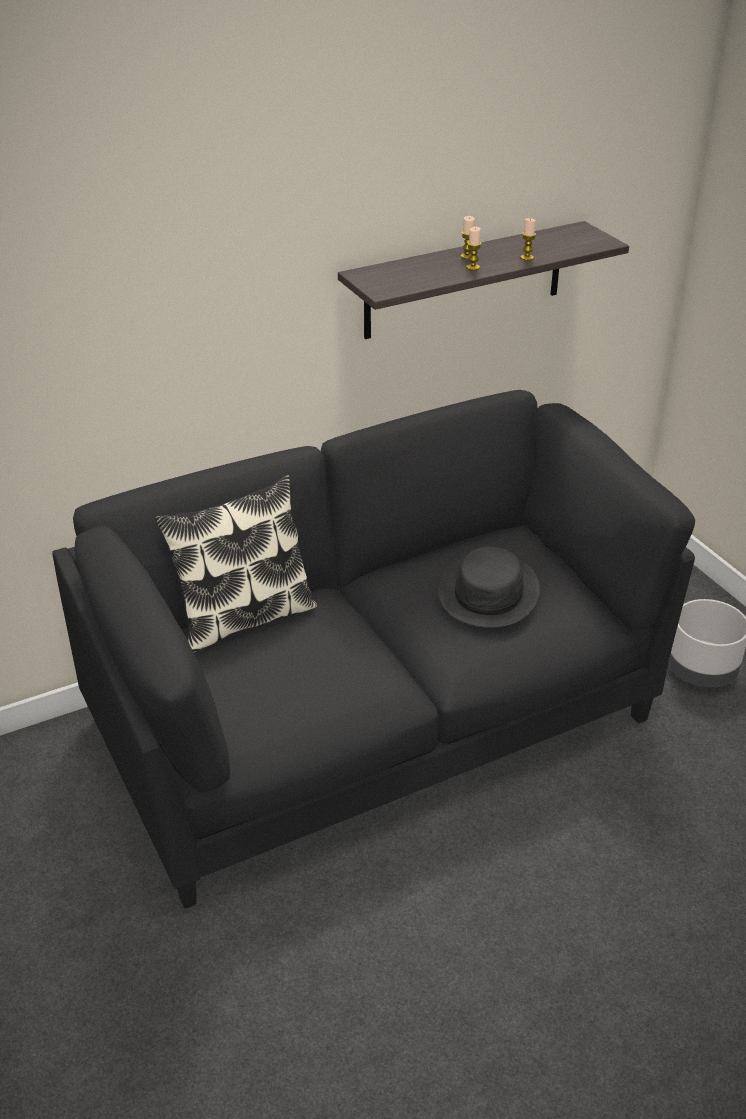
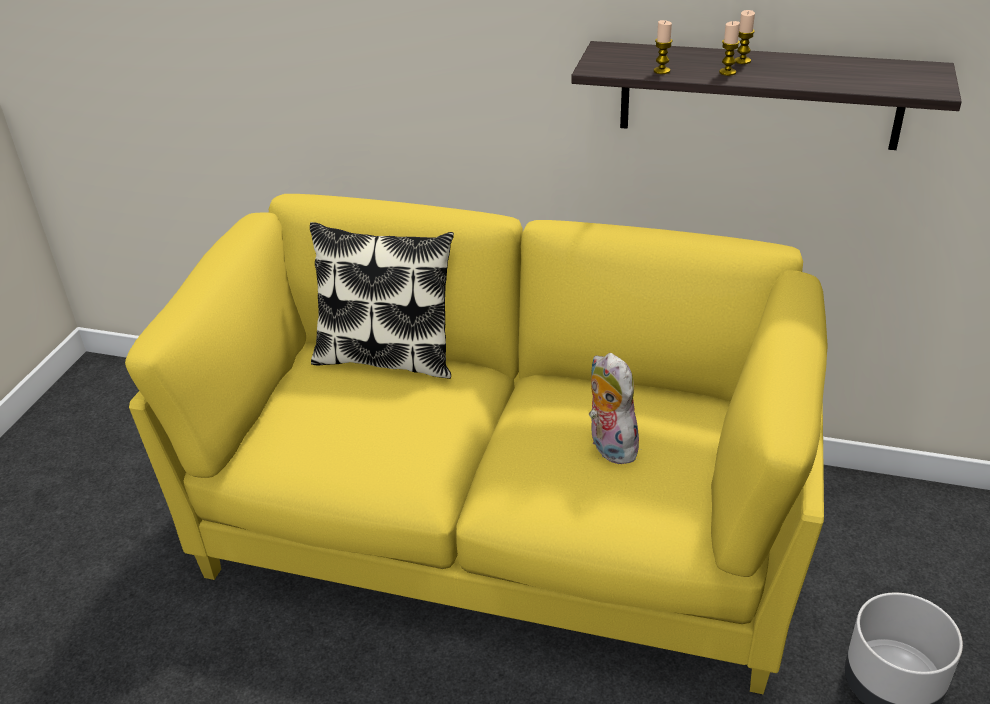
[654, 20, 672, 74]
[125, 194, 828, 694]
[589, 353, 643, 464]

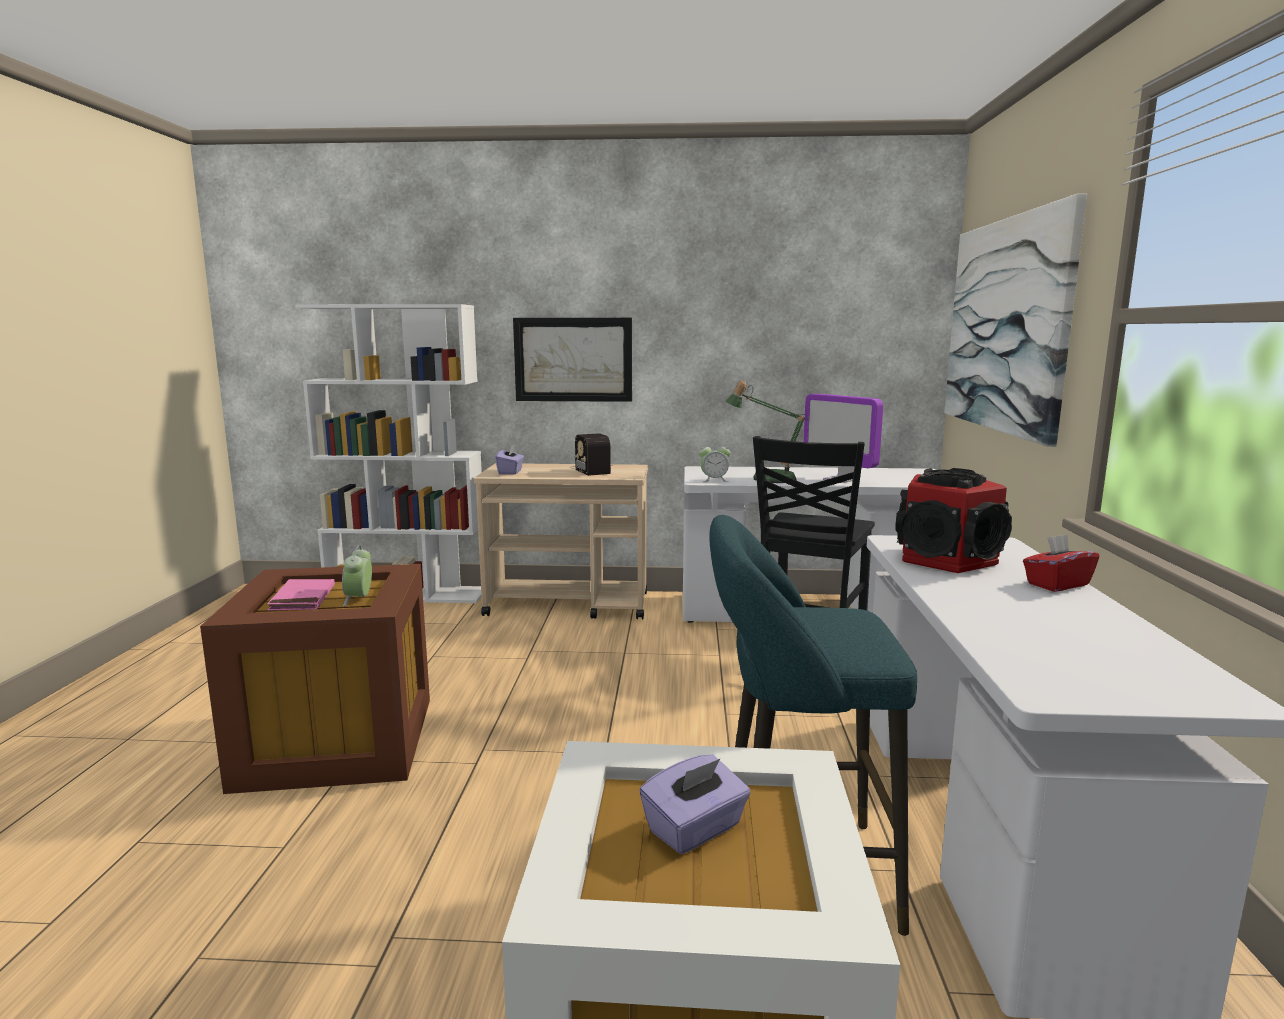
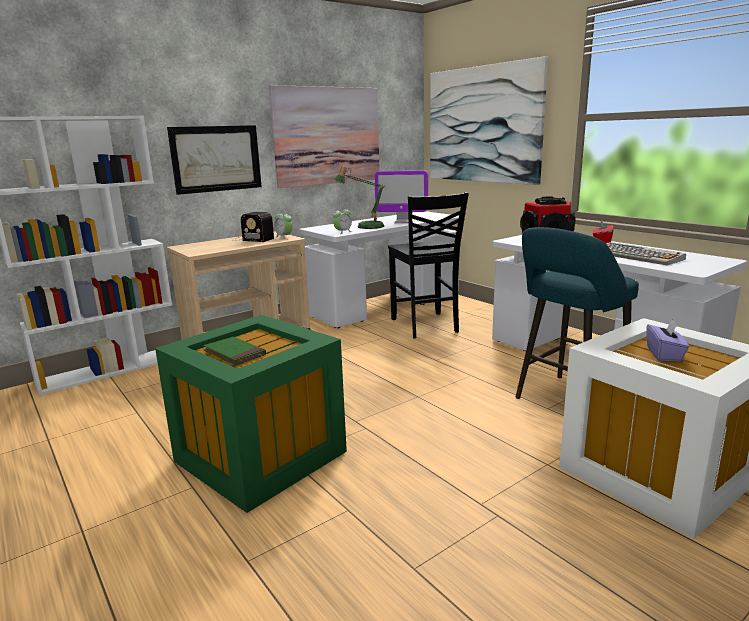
[495, 445, 524, 475] (first image)
[274, 211, 292, 239]
[155, 315, 347, 513]
[203, 337, 266, 365]
[269, 85, 380, 188]
[606, 242, 686, 265]

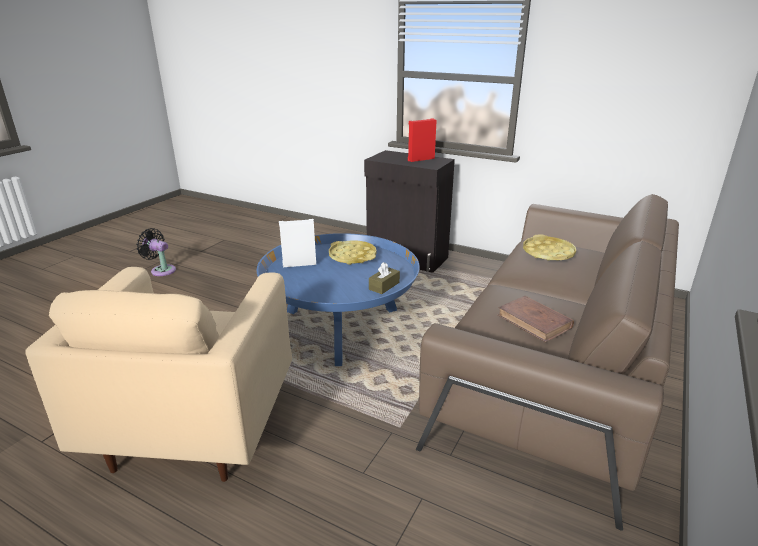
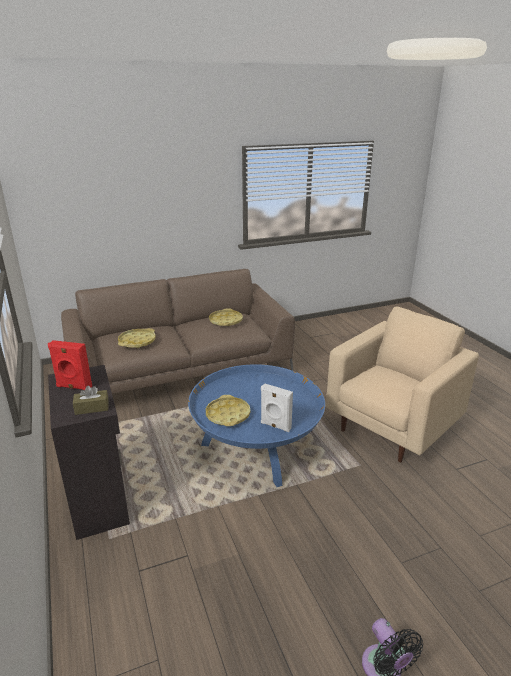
[73, 386, 109, 415]
[209, 308, 243, 326]

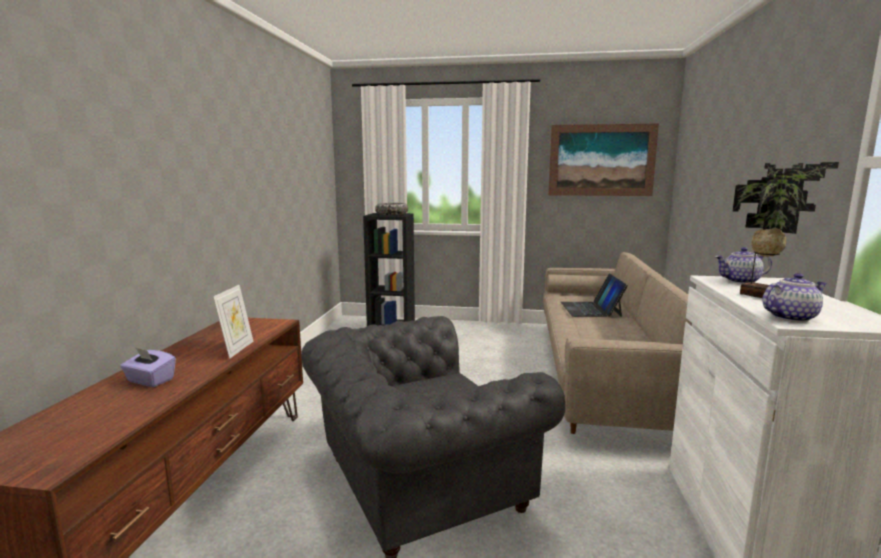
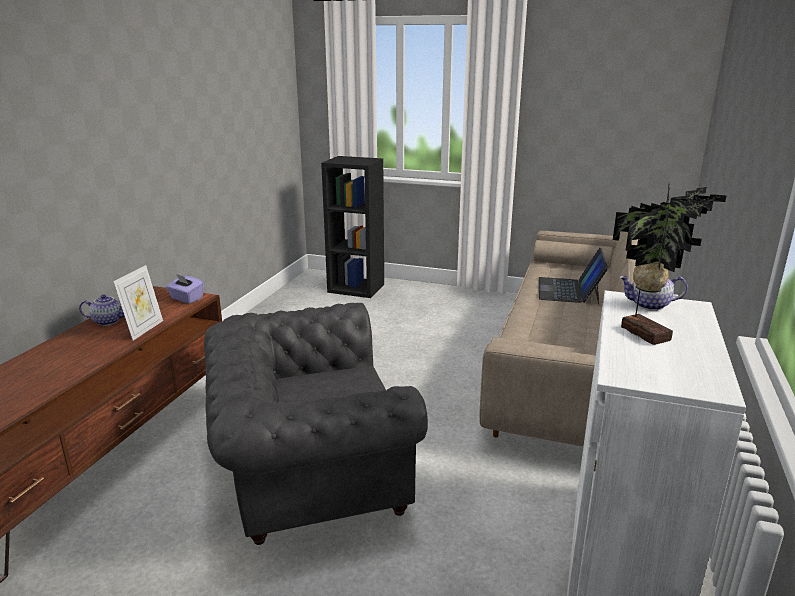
[548, 123, 659, 196] (first image)
[375, 203, 408, 215] (first image)
[79, 294, 124, 326]
[166, 274, 204, 304]

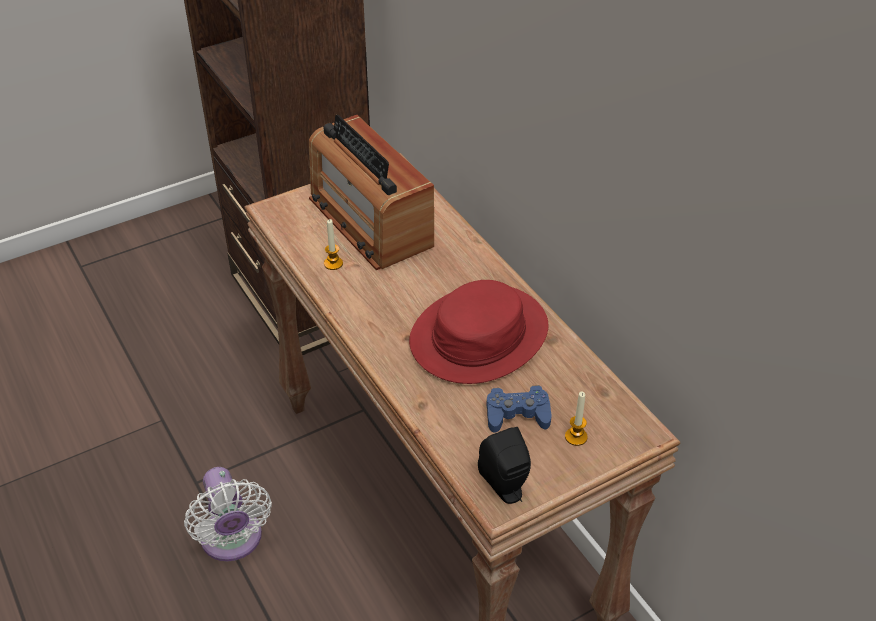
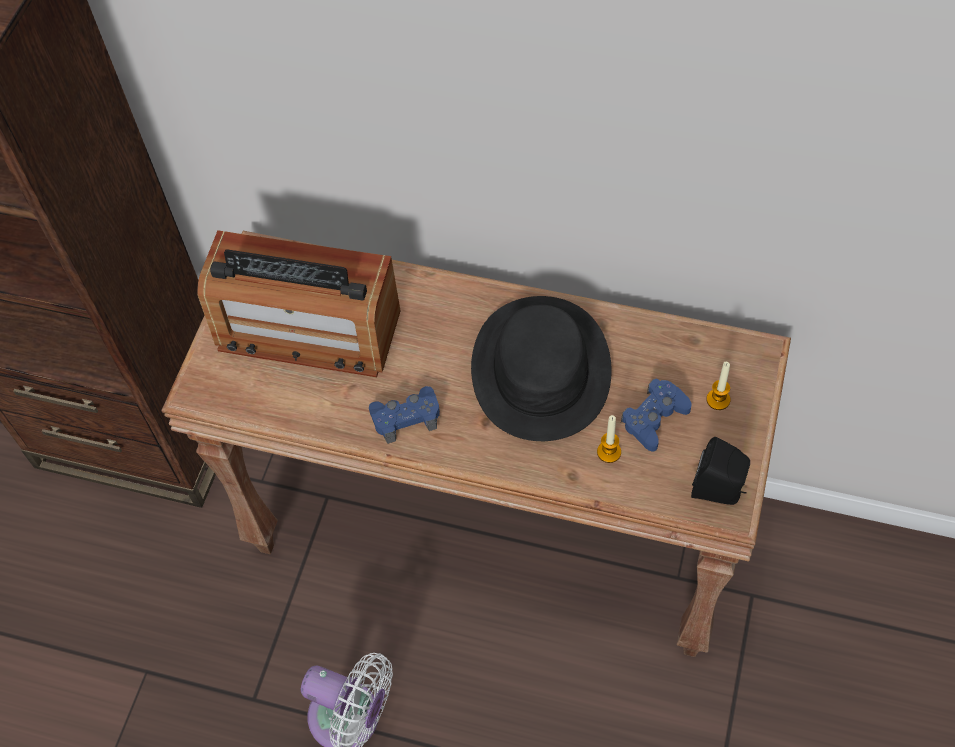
[597, 415, 621, 463]
[471, 296, 612, 441]
[369, 386, 440, 444]

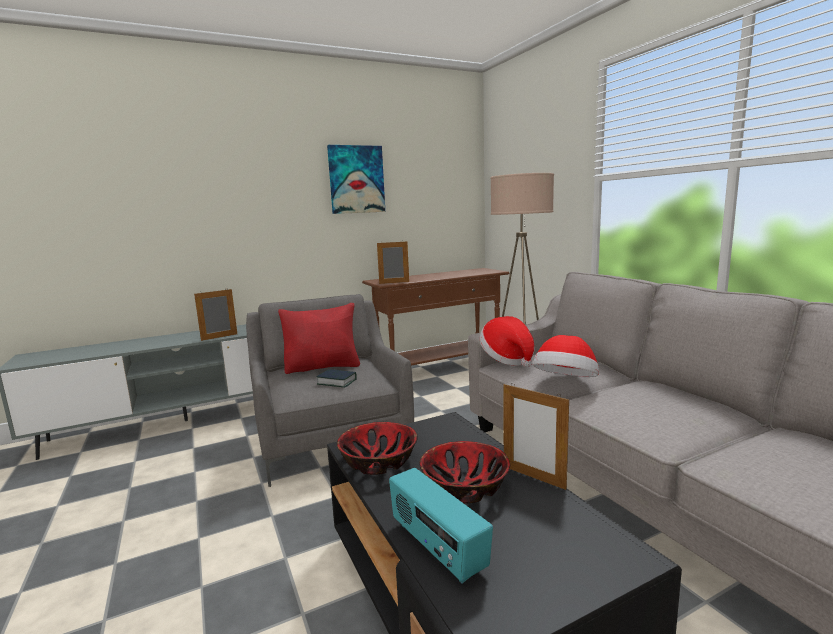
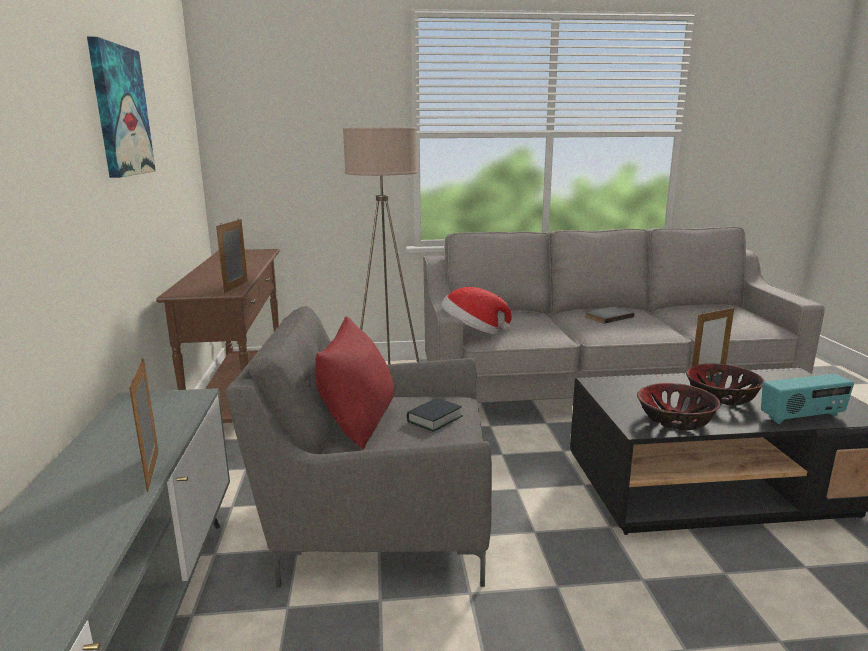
[533, 335, 599, 377] (first image)
[585, 306, 635, 324]

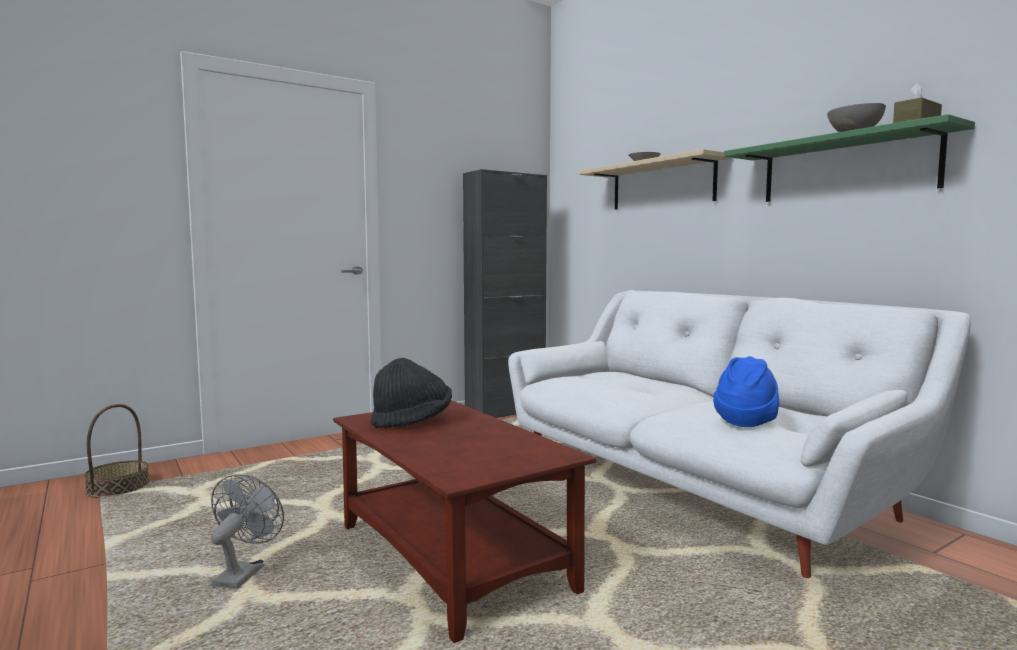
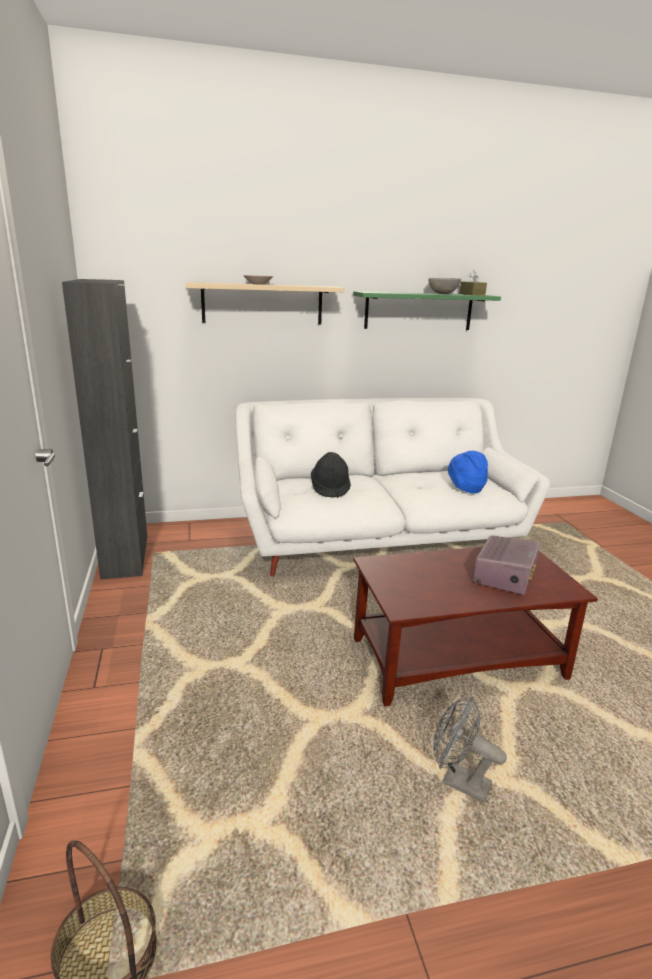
[311, 452, 351, 498]
[473, 535, 540, 595]

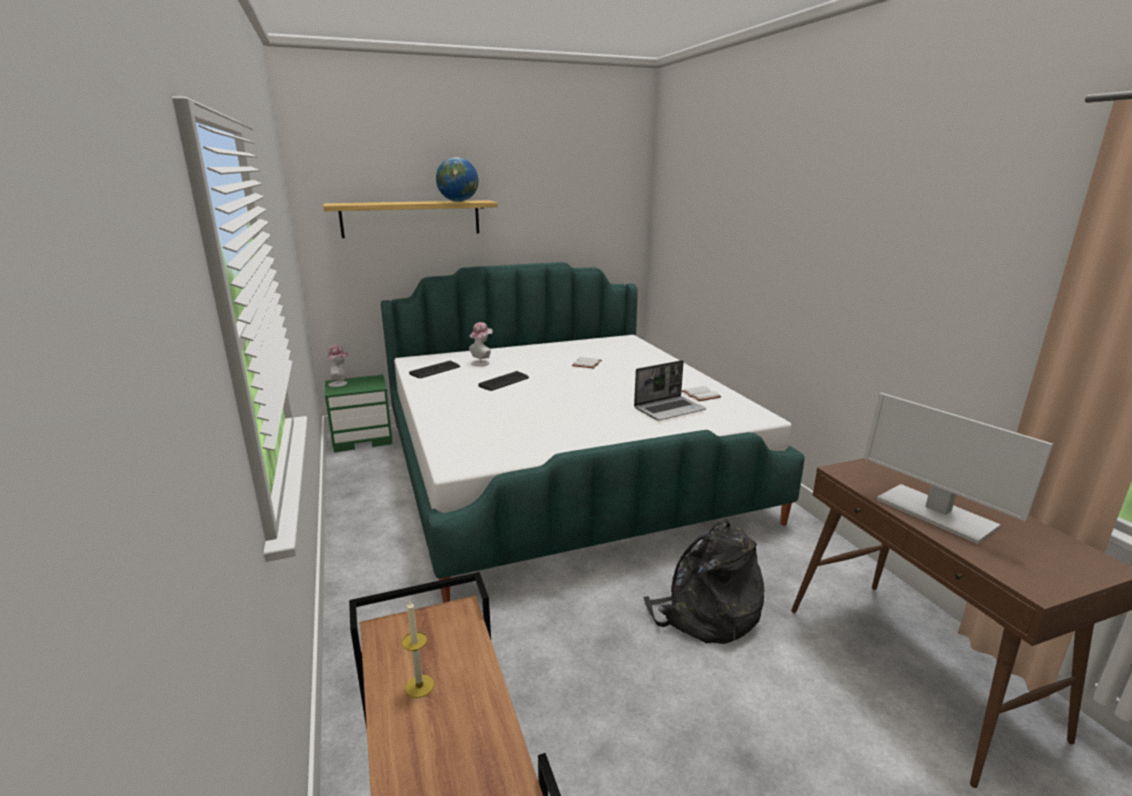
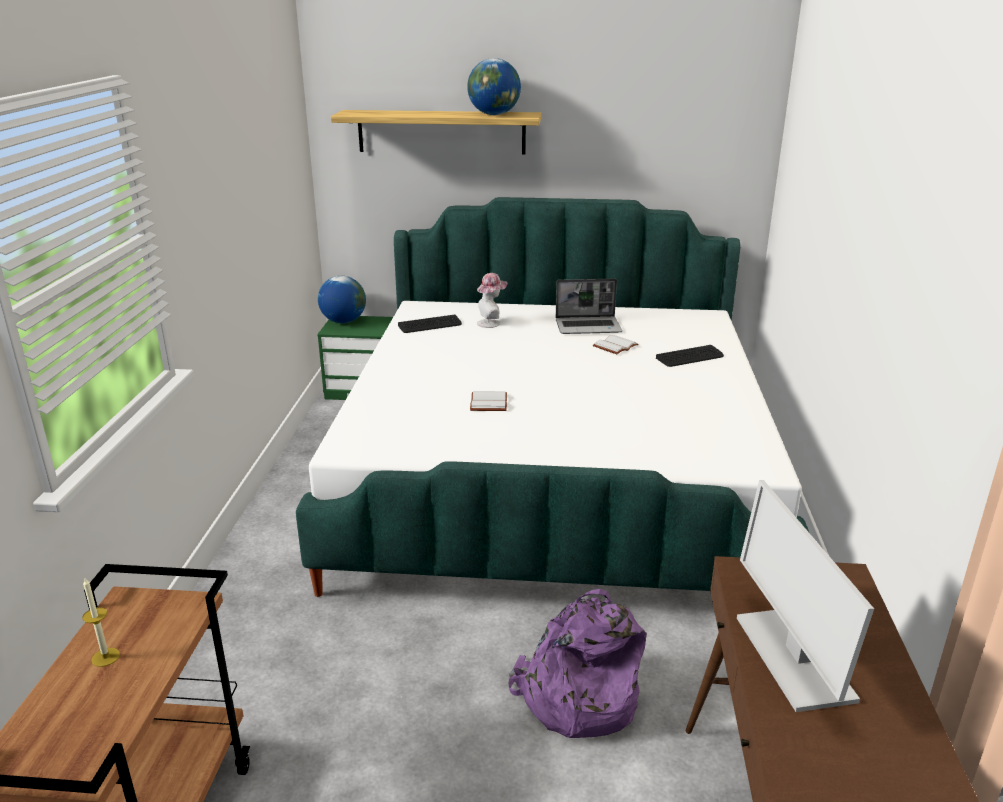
[318, 276, 366, 323]
[556, 279, 622, 334]
[656, 345, 724, 367]
[470, 391, 507, 411]
[509, 589, 646, 738]

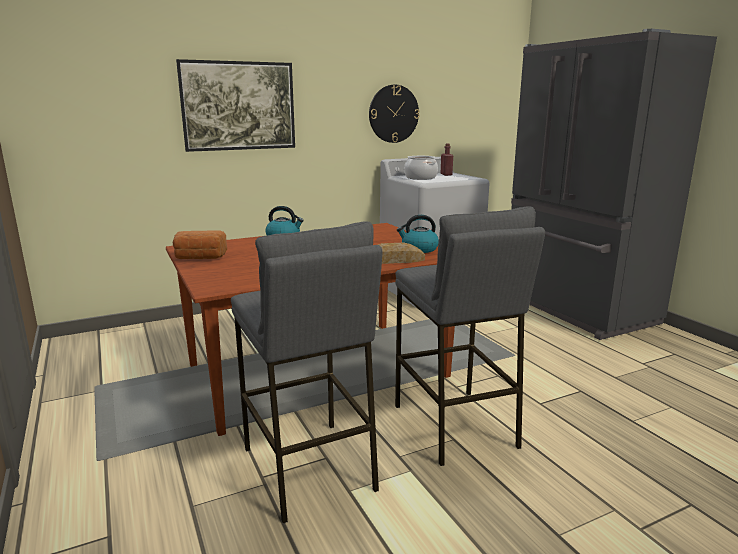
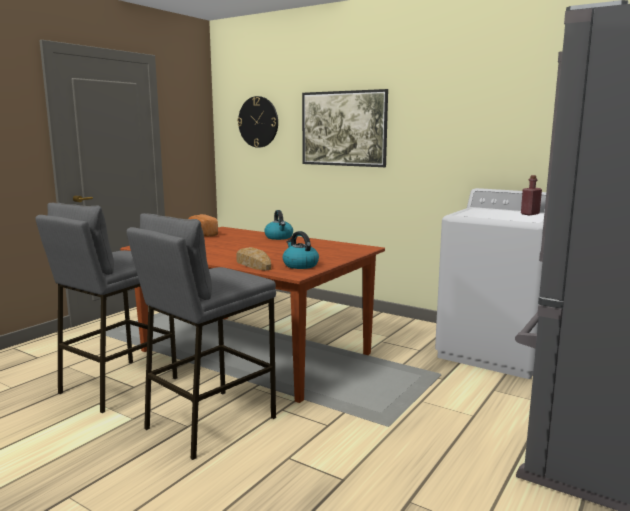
[237, 96, 278, 148]
[404, 156, 438, 180] (first image)

